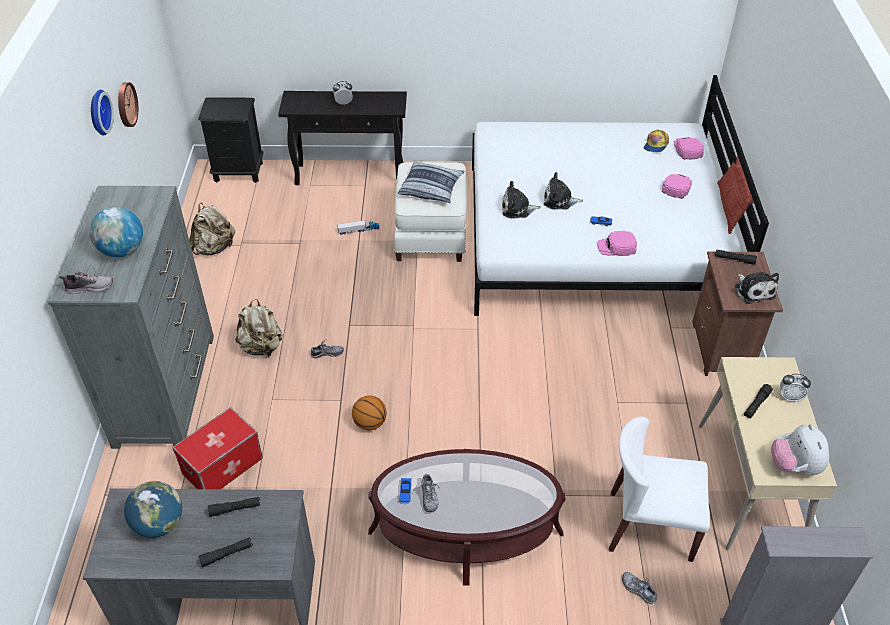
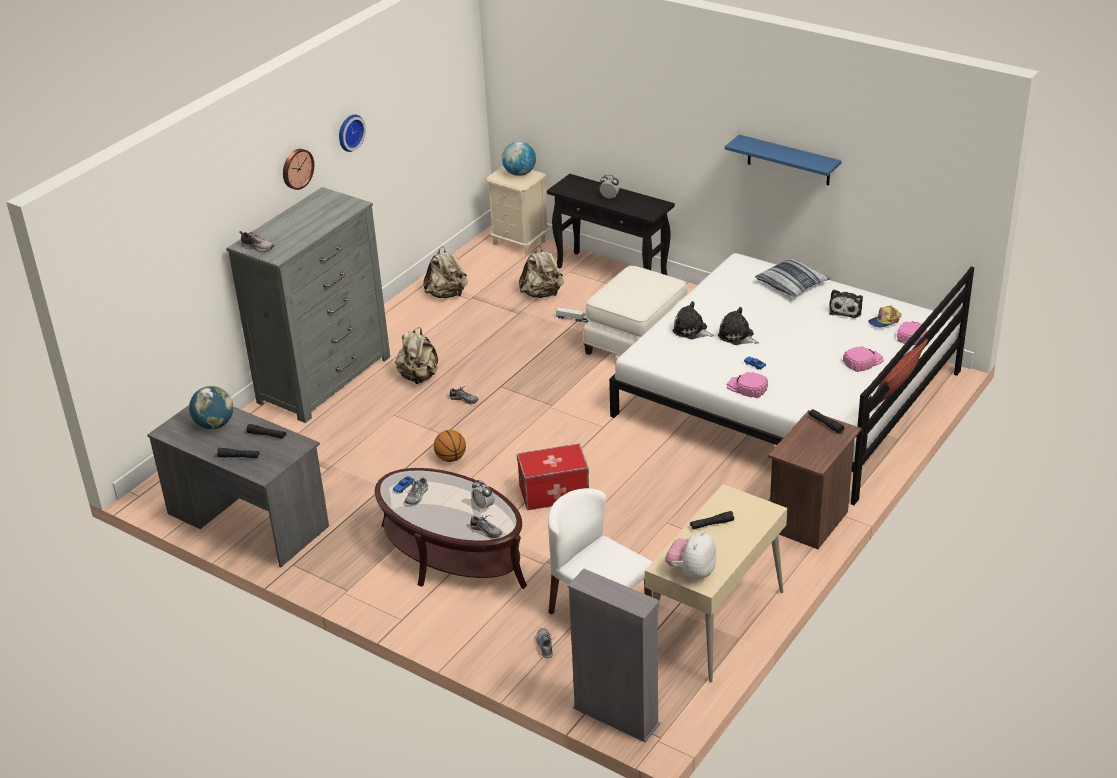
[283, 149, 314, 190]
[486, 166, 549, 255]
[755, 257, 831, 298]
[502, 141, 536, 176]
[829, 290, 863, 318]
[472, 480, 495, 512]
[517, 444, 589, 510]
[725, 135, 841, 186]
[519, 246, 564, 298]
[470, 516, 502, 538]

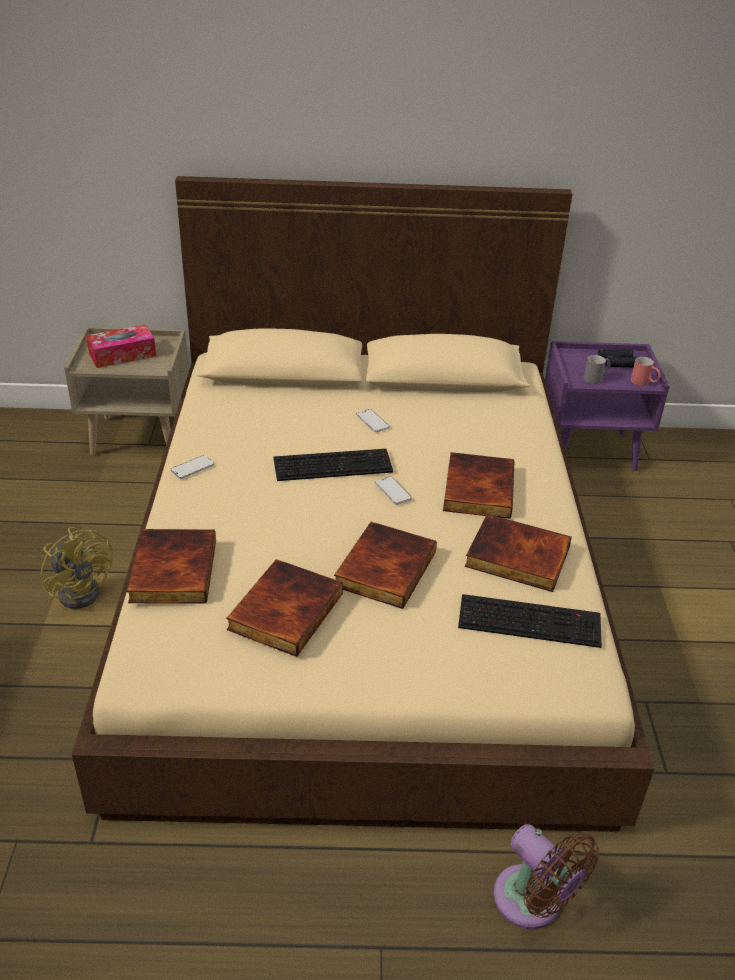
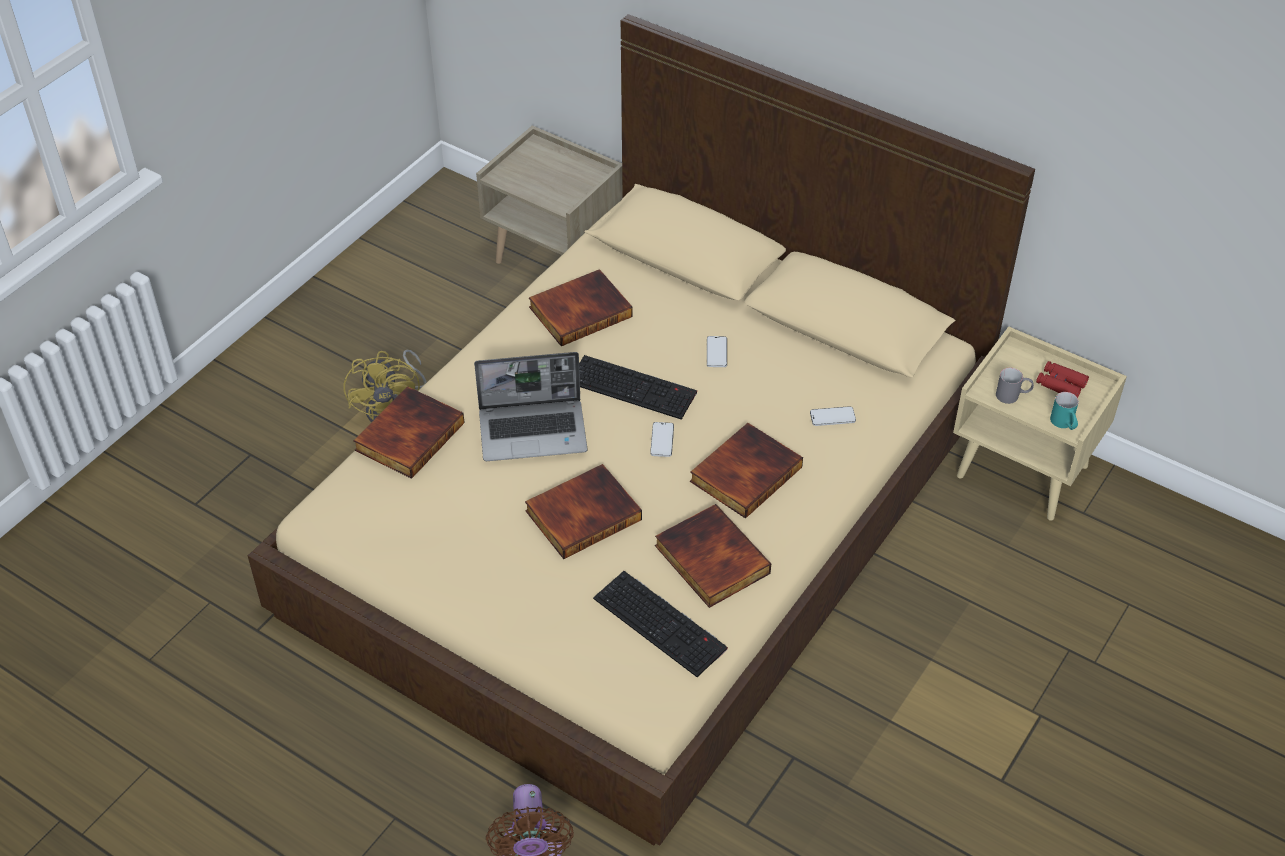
[86, 324, 156, 368] (first image)
[953, 326, 1127, 521]
[1036, 361, 1089, 398]
[1050, 392, 1079, 430]
[810, 406, 856, 426]
[529, 269, 633, 346]
[474, 352, 588, 461]

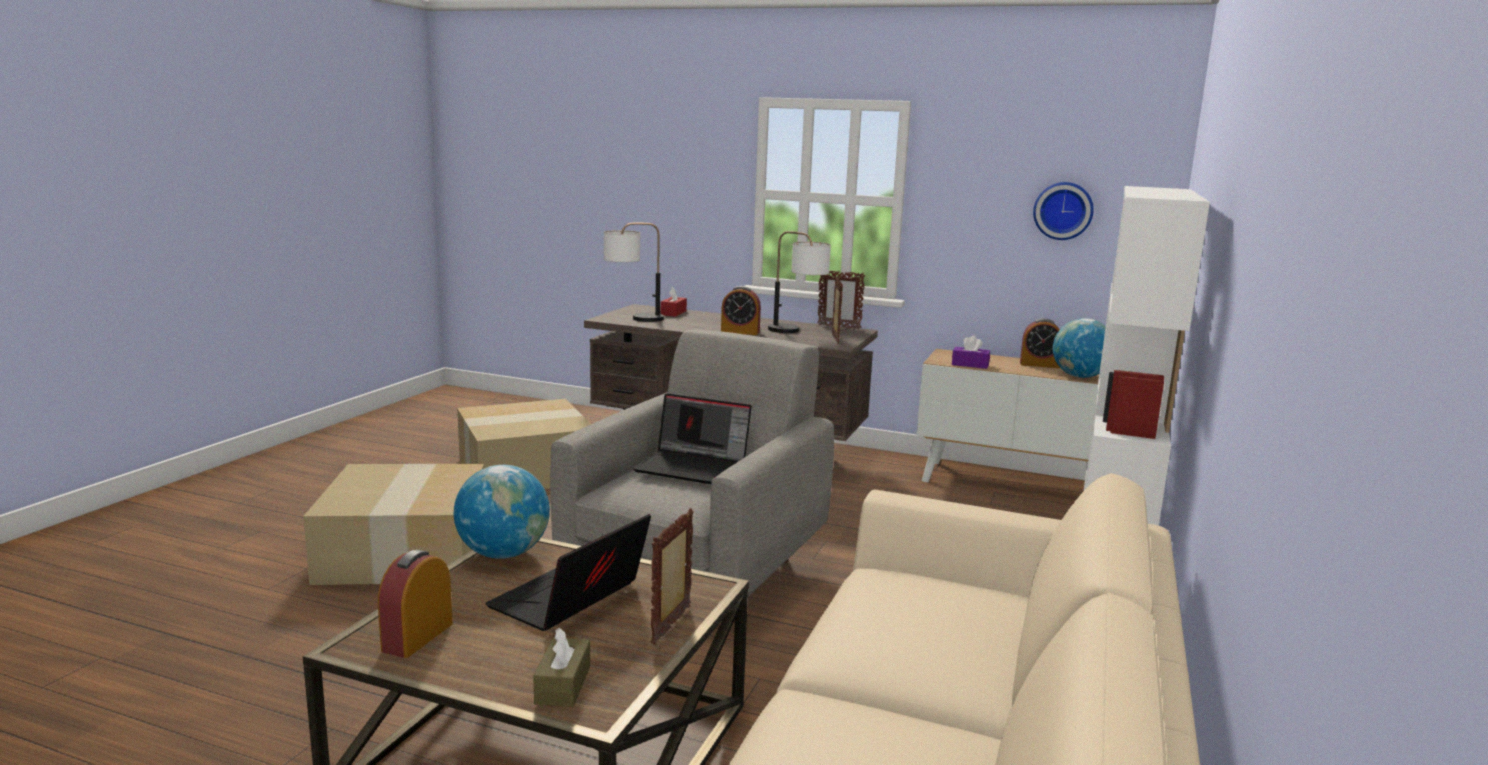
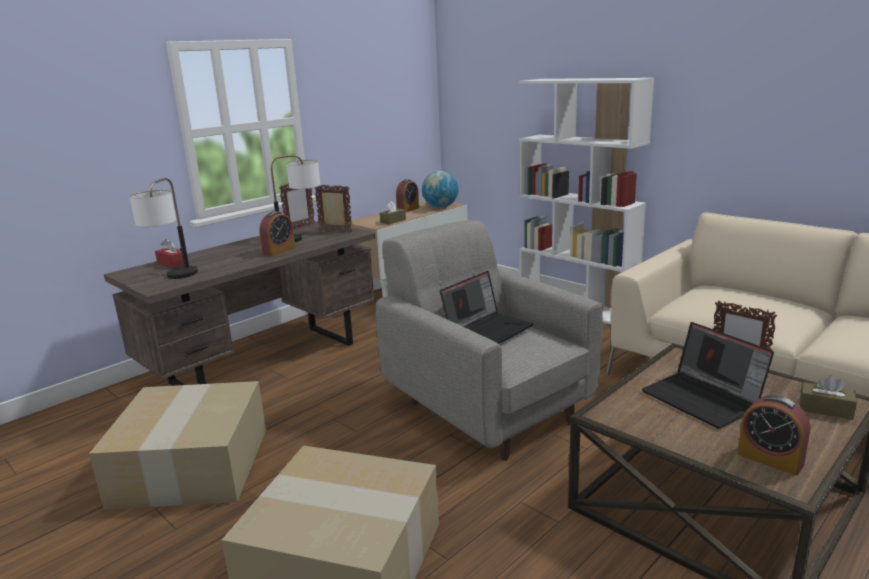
[1033, 182, 1094, 240] (first image)
[380, 201, 406, 225]
[454, 465, 550, 559] (first image)

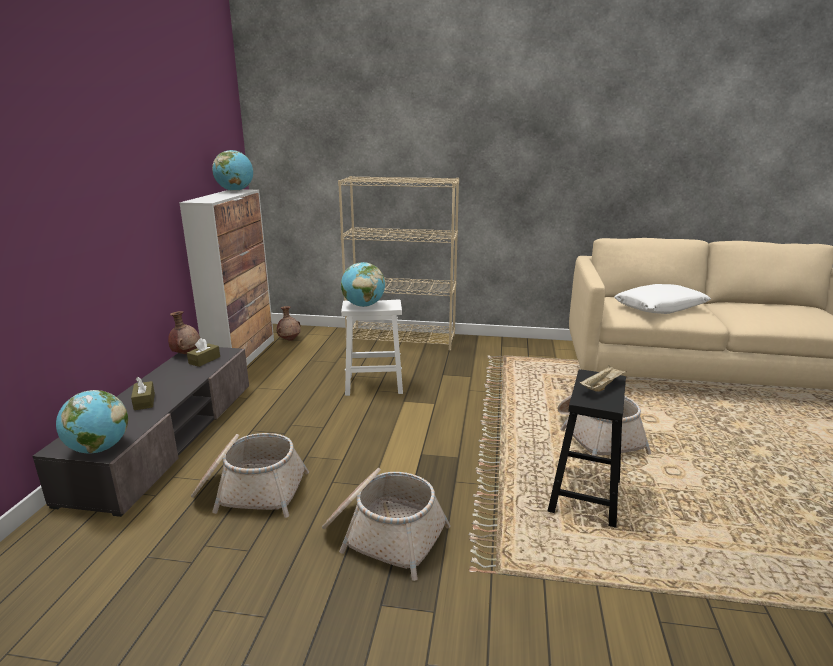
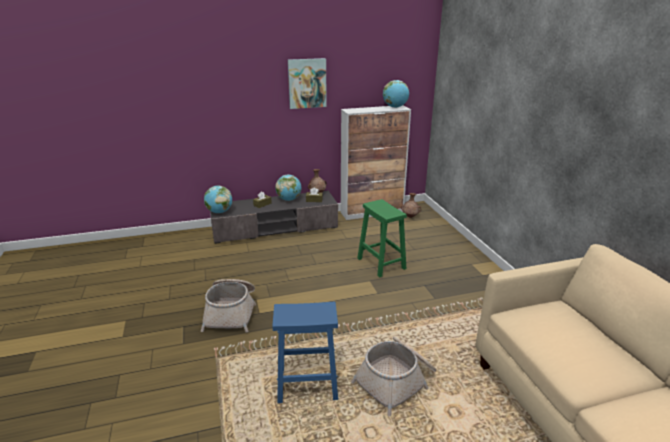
[338, 176, 459, 351] (first image)
[275, 175, 301, 201]
[614, 284, 711, 314] (first image)
[357, 199, 407, 278]
[580, 365, 627, 392] (first image)
[272, 302, 338, 403]
[191, 433, 309, 518] (first image)
[288, 58, 327, 109]

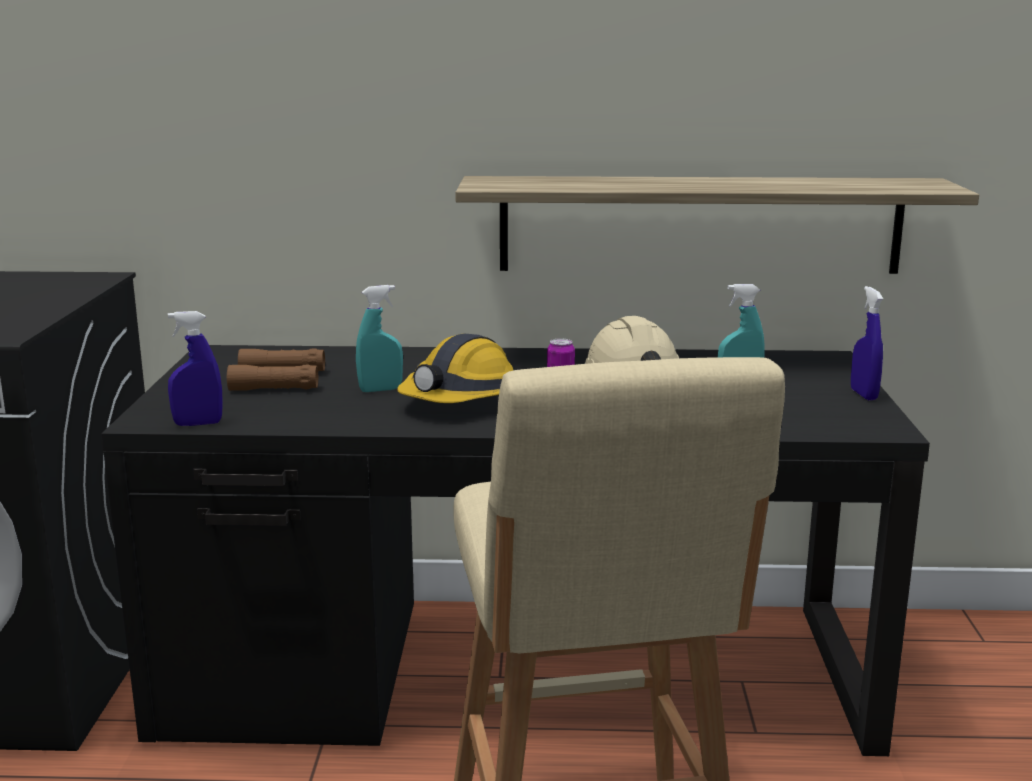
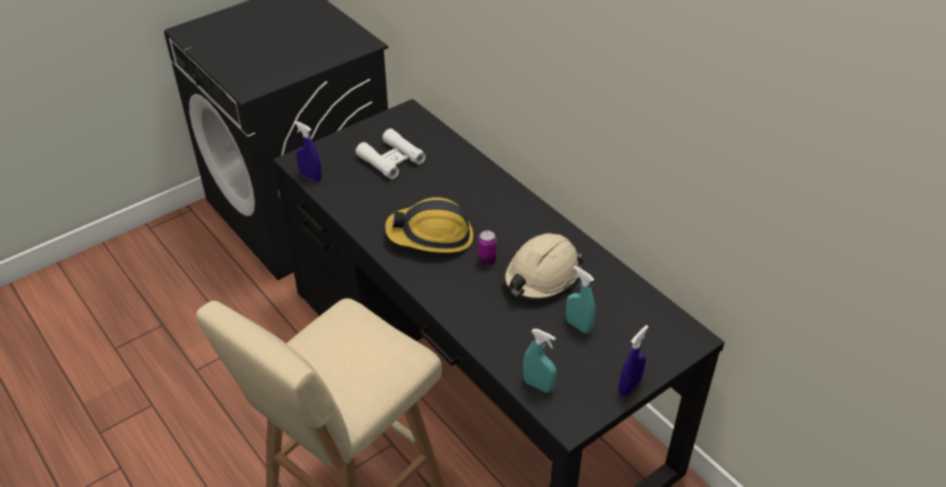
[455, 176, 979, 274] (first image)
[523, 329, 557, 393]
[356, 128, 426, 179]

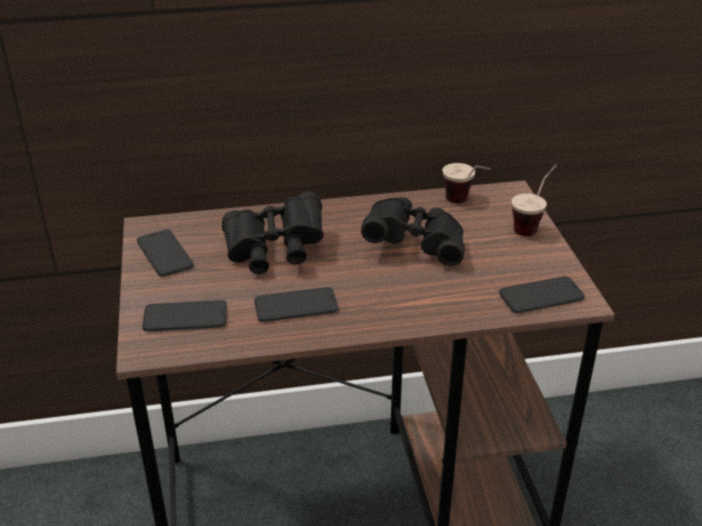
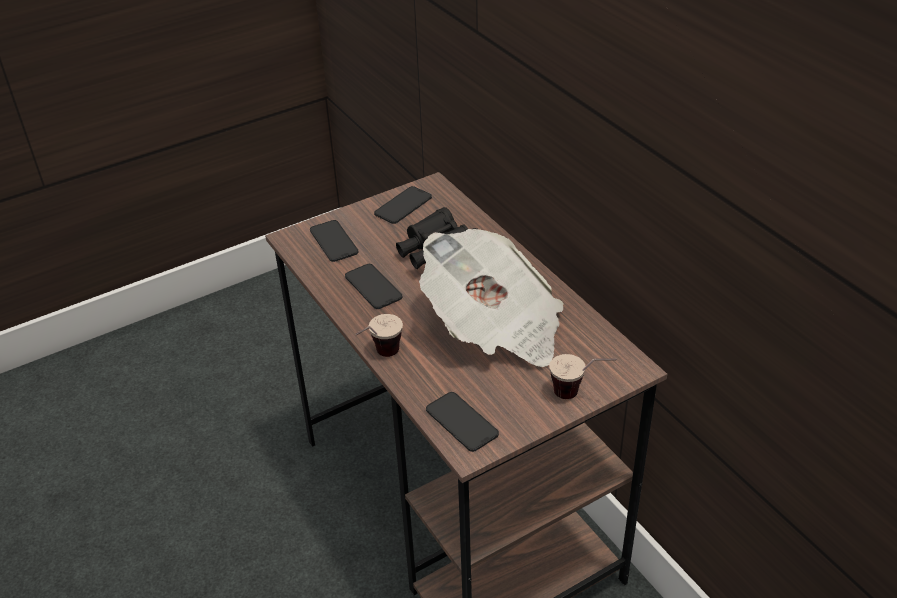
[355, 314, 403, 357]
[419, 229, 564, 367]

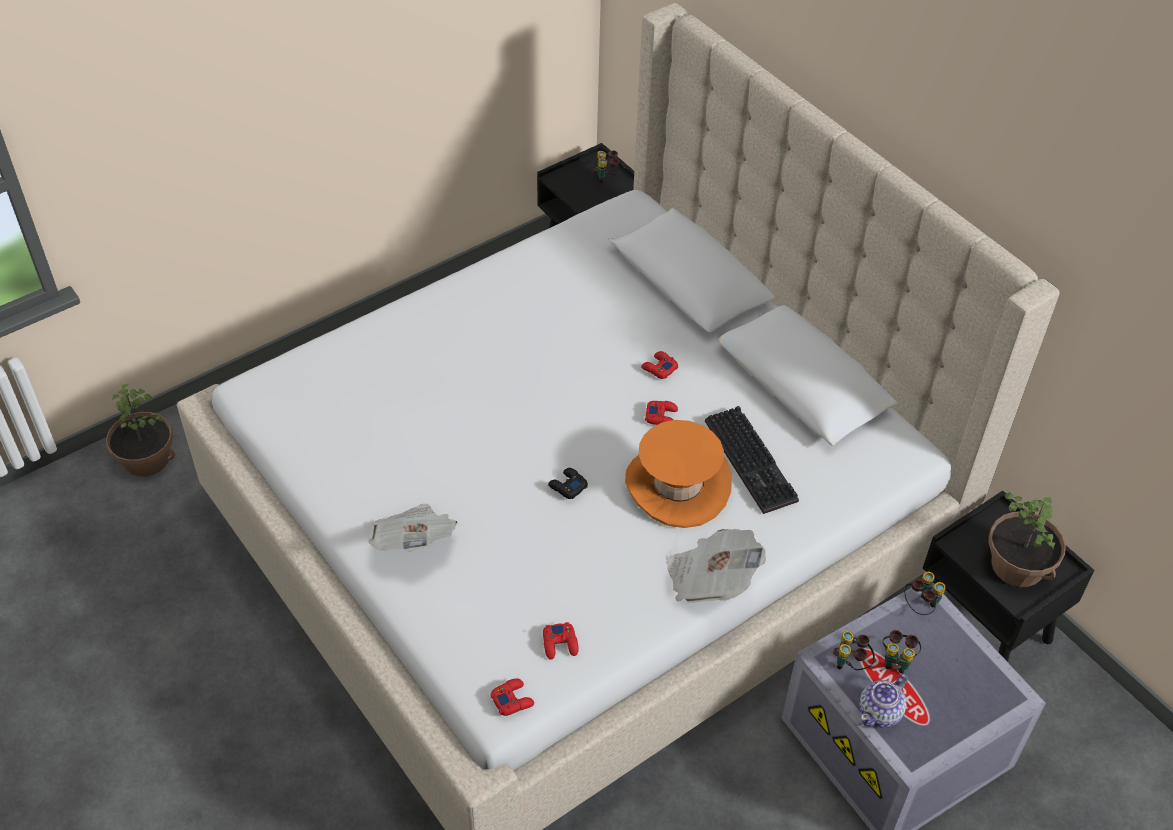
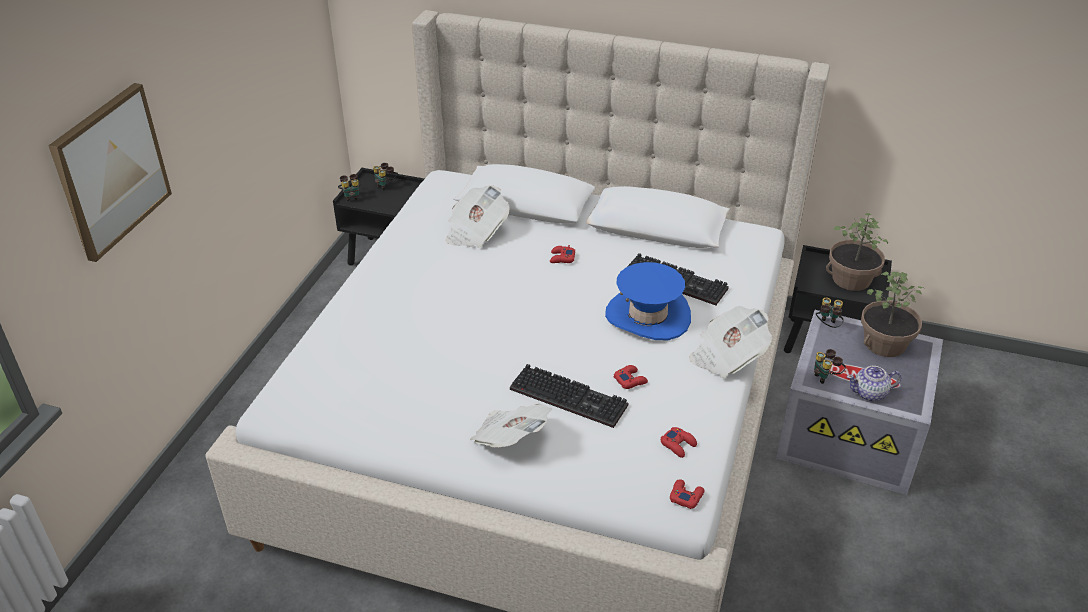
[861, 272, 924, 357]
[614, 365, 648, 389]
[605, 262, 691, 340]
[548, 468, 588, 499] (first image)
[338, 174, 361, 202]
[847, 366, 901, 401]
[48, 83, 172, 262]
[446, 185, 509, 248]
[510, 364, 628, 428]

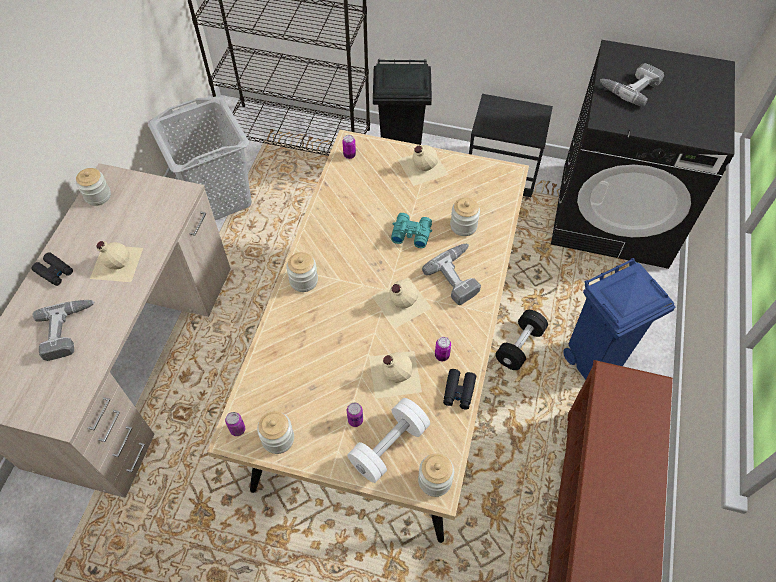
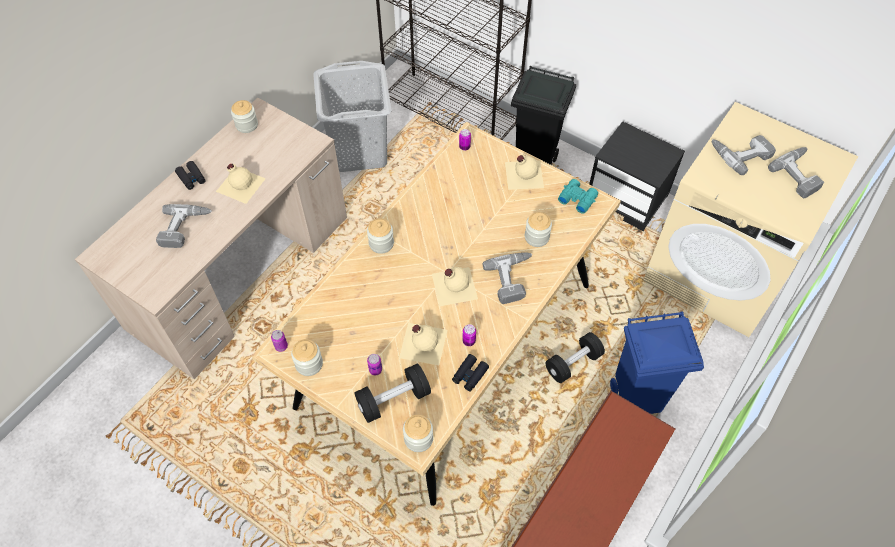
[643, 102, 858, 337]
[558, 179, 598, 214]
[354, 363, 431, 423]
[768, 147, 824, 198]

